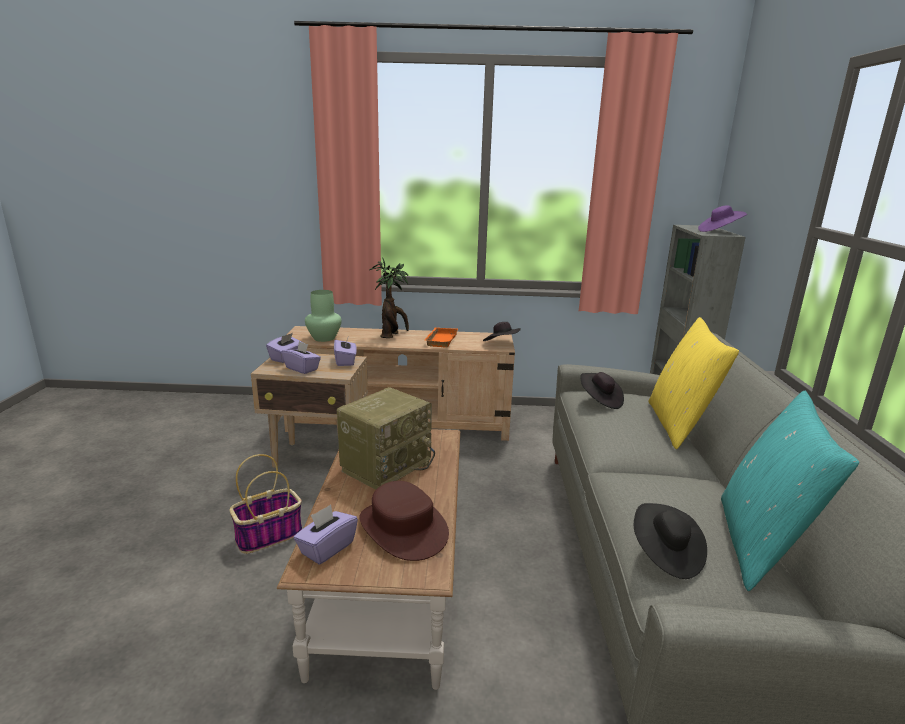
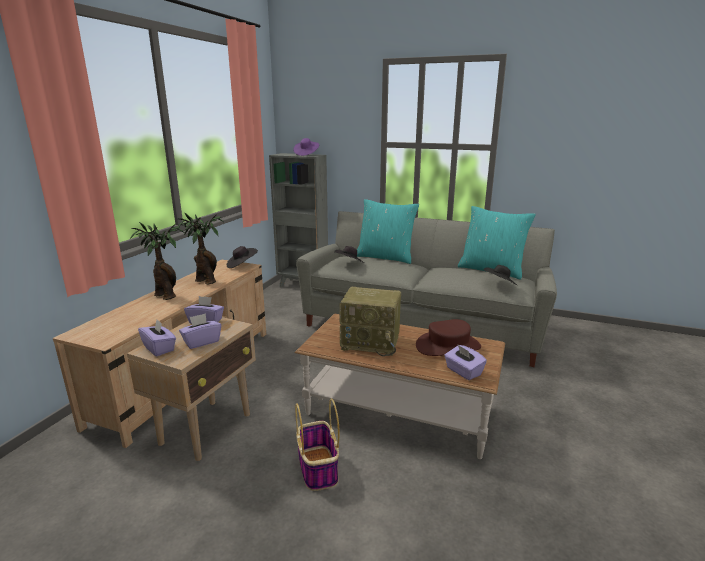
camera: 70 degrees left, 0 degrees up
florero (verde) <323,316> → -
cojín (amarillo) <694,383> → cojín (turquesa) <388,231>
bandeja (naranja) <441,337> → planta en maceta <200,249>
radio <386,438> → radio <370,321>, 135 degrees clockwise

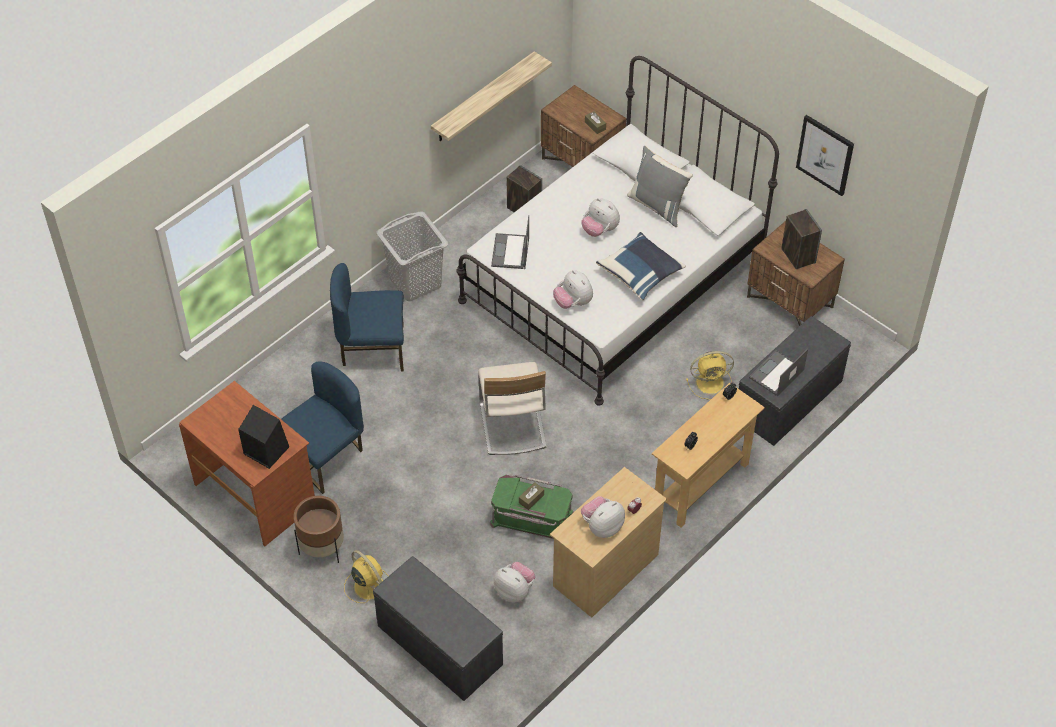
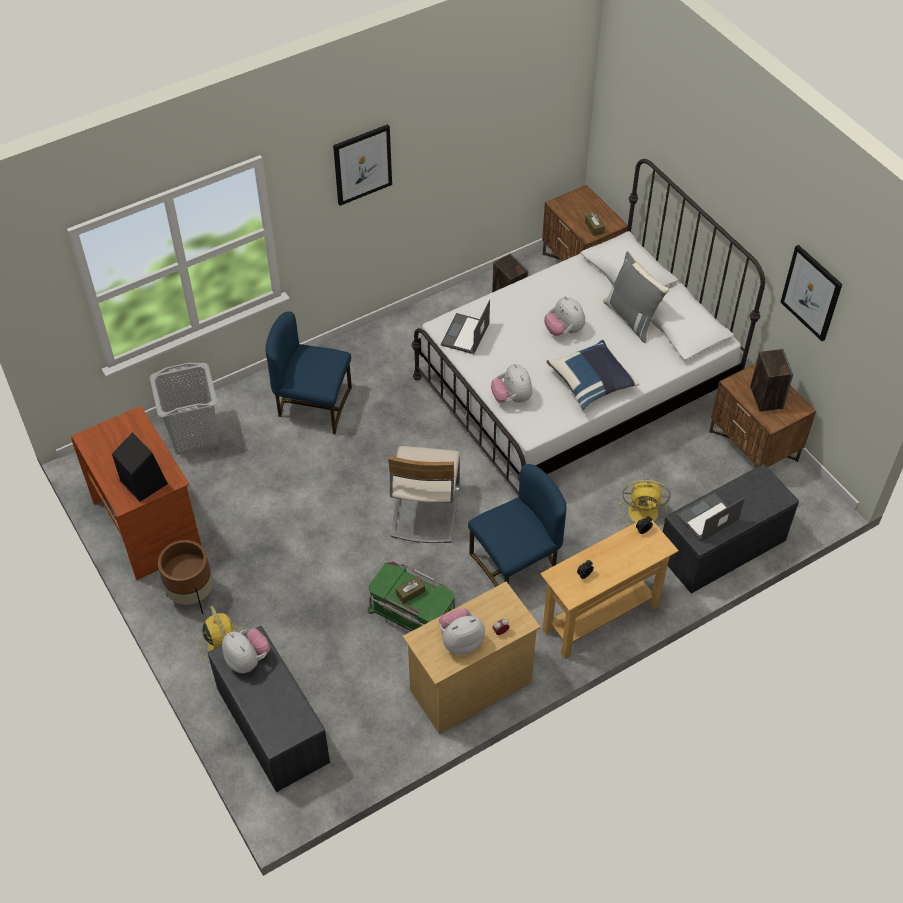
camera: 15 degrees right, 0 degrees up
estante <491,96> → -
cesto de la ropa (gris) <412,256> → cesto de la ropa (gris) <184,409>, move
silla (azul) <322,427> → silla (azul) <517,525>, move
peluche <514,582> → peluche <246,650>, move
- → cuadro <362,165>

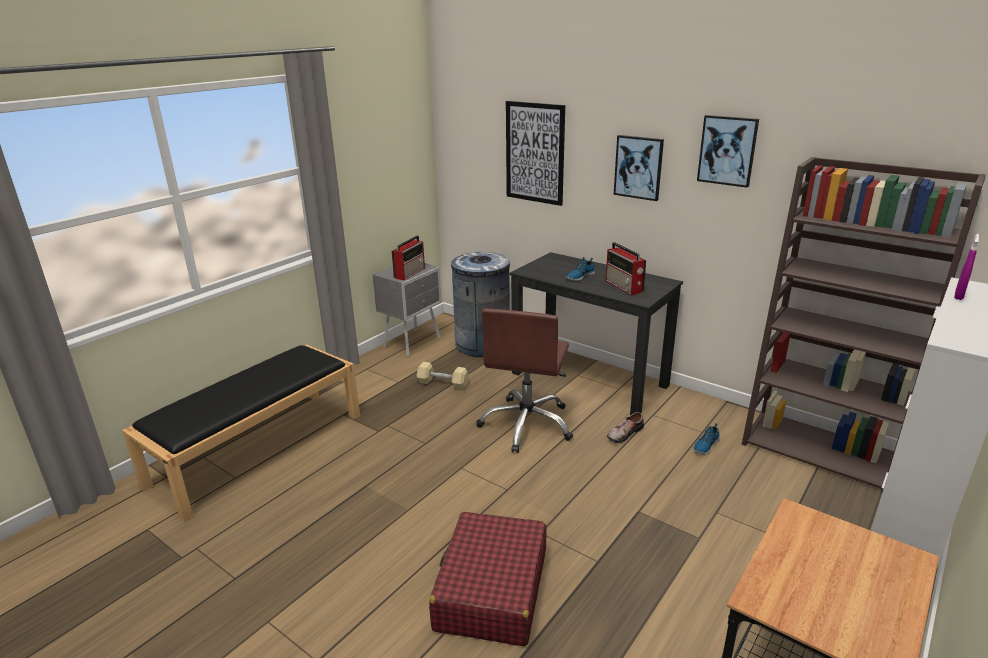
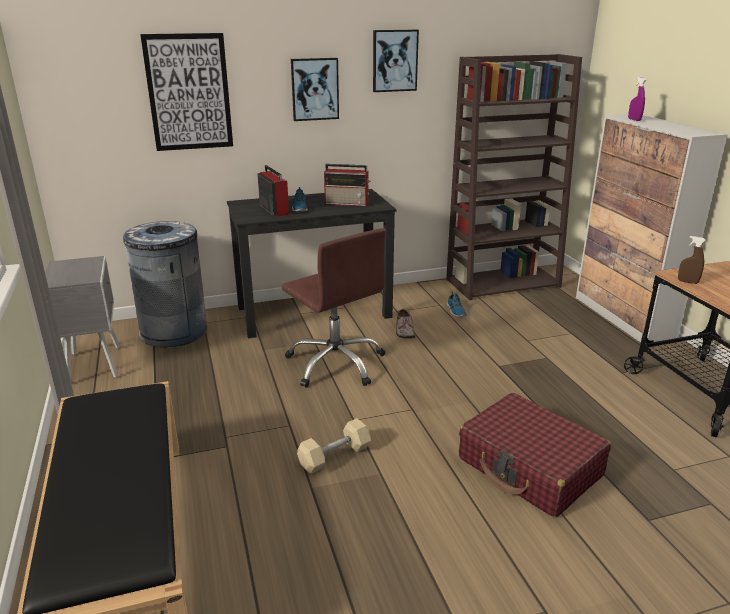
camera: 55 degrees left, 0 degrees up
radio <408,258> → radio <273,190>, move
mancuerna (beis) <443,376> → mancuerna (beis) <334,446>, move
- → pulverizador (marrón) <692,260>

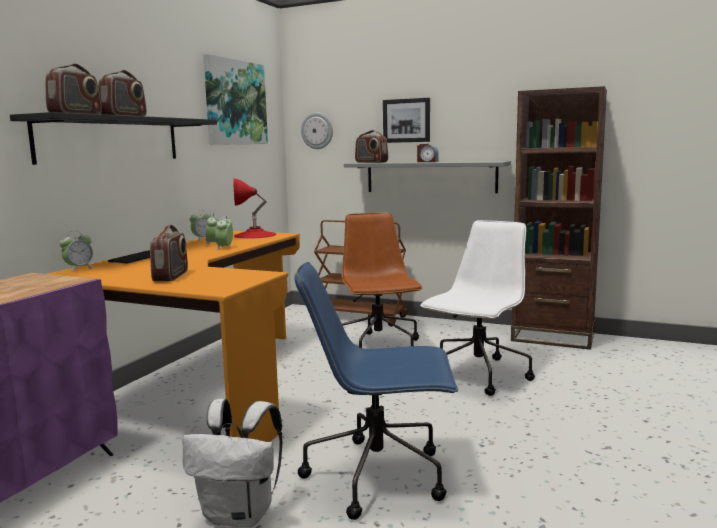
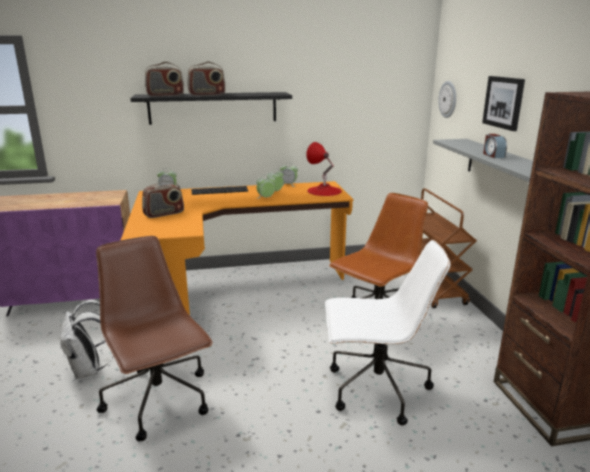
camera: 55 degrees right, 10 degrees up
cuadro <235,99> → -
radio <371,146> → -
silla de oficina (azul) <376,391> → silla de oficina (marrón) <154,338>

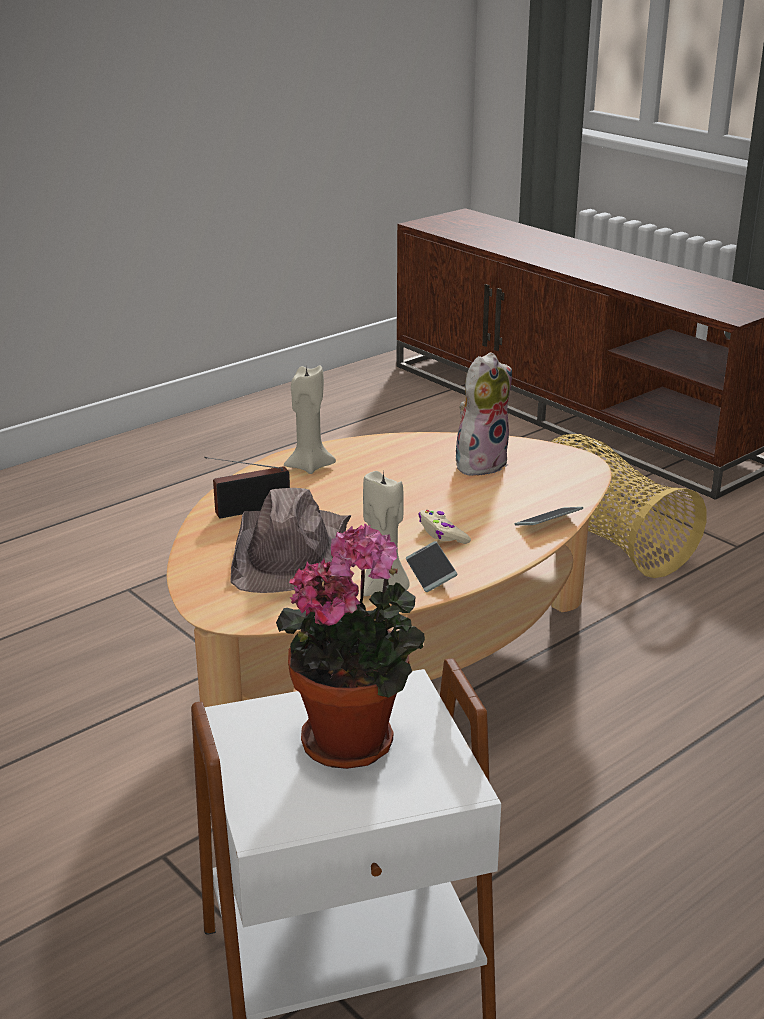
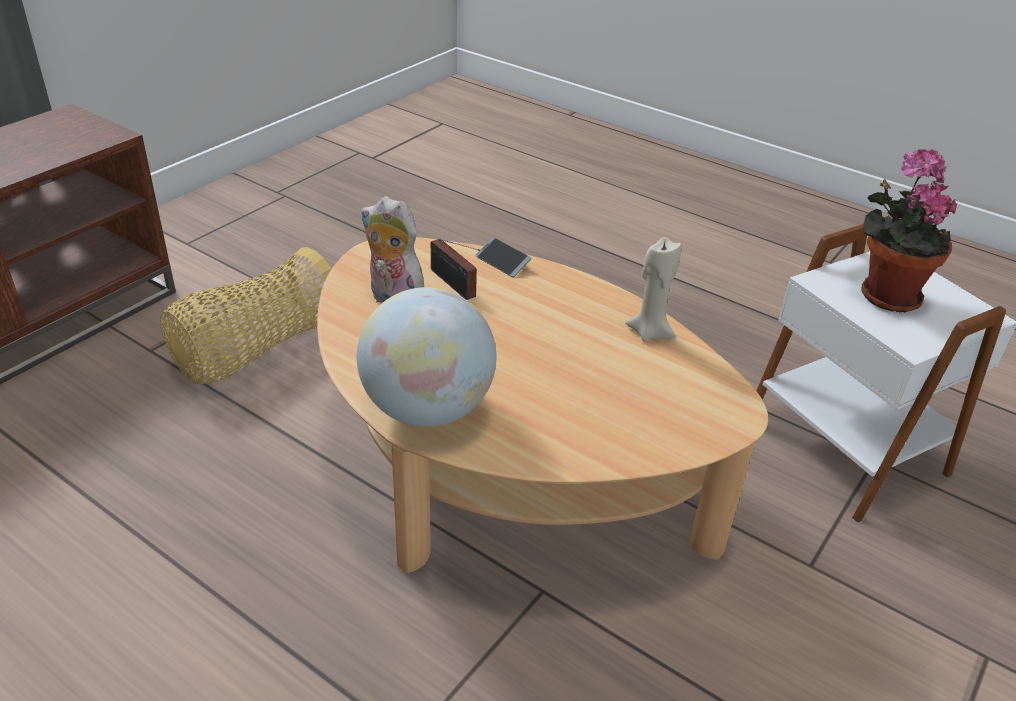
camera: 105 degrees left, 10 degrees up
vela (beis) <310,419> → globo terráqueo <426,357>
radio <247,487> → radio <455,269>, move
sombrero (marrón) <290,540> → -
mando de consola (beis) <444,527> → -
móvil <431,566> → -

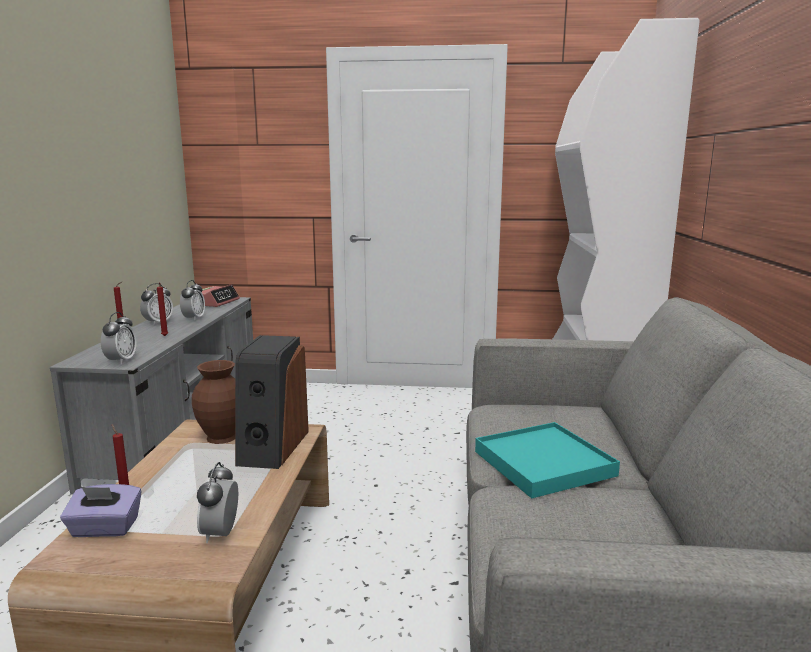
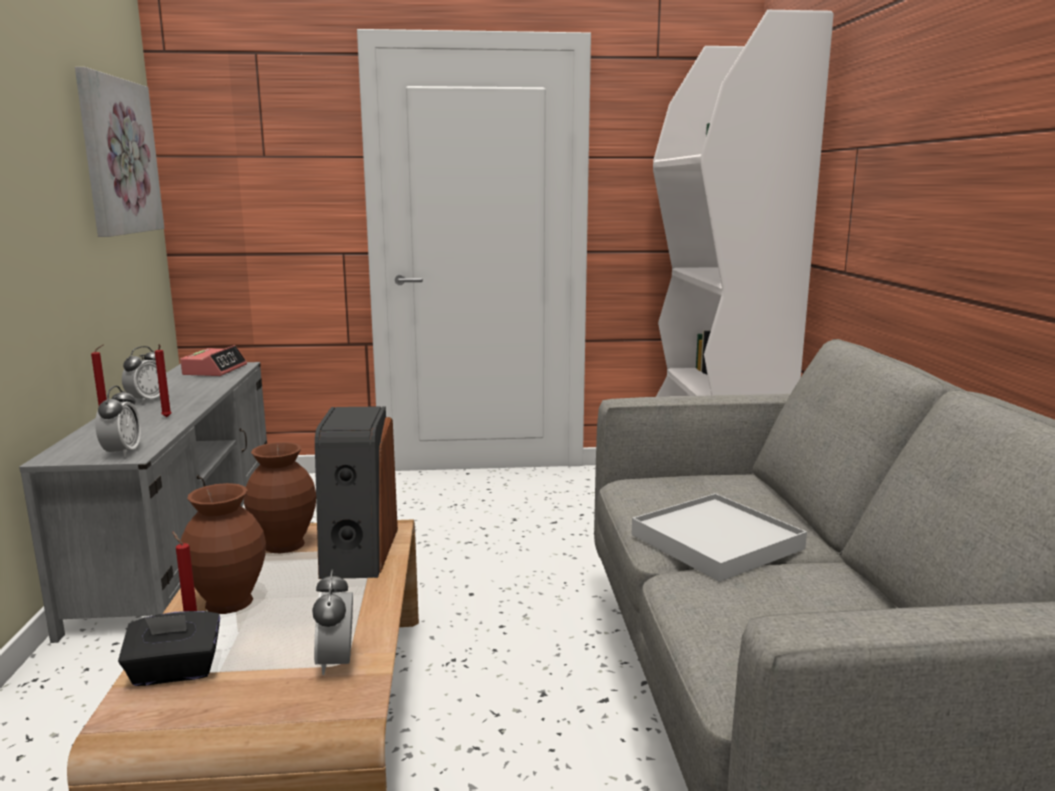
camera: 10 degrees left, 0 degrees up
despertador <192,300> → -
bandeja (turquesa) <547,460> → bandeja (blanco) <719,537>
caja de pañuelos (morado) <101,510> → caja de pañuelos (negro) <169,648>
- → cuadro <119,152>
- → florero (marrón) <223,548>

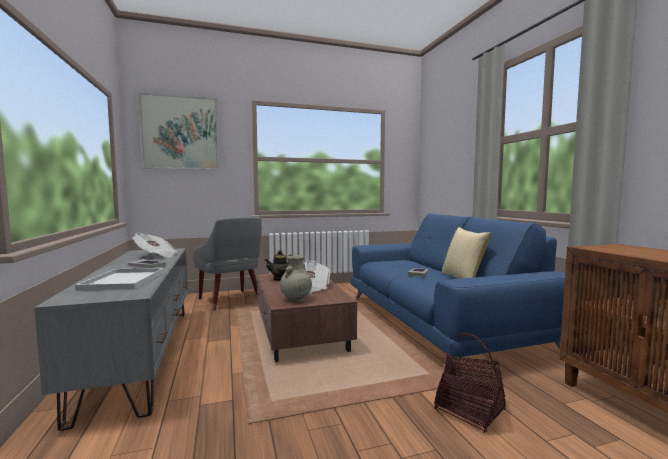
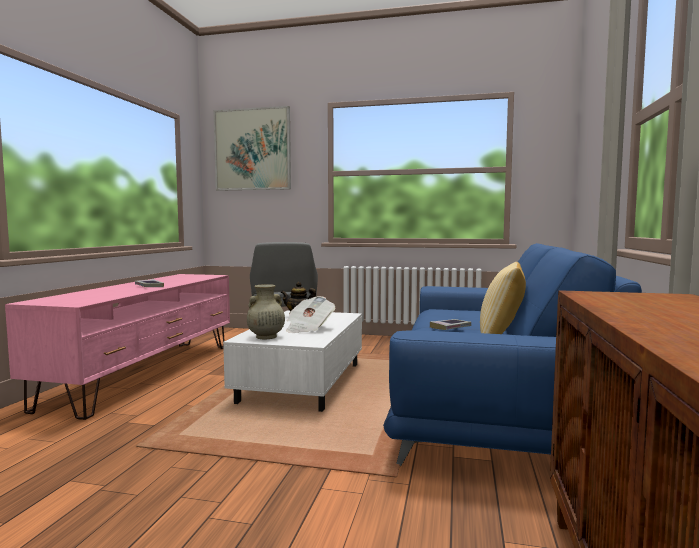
camera: 30 degrees right, 0 degrees up
periódico <154,245> → -
mueble de televisión (gris) <111,339> → mueble de televisión (rosa) <117,347>
bandeja (blanco) <119,279> → -
mesa de centro (marrón) <307,318> → mesa de centro (blanco) <292,361>
cesta <470,383> → -

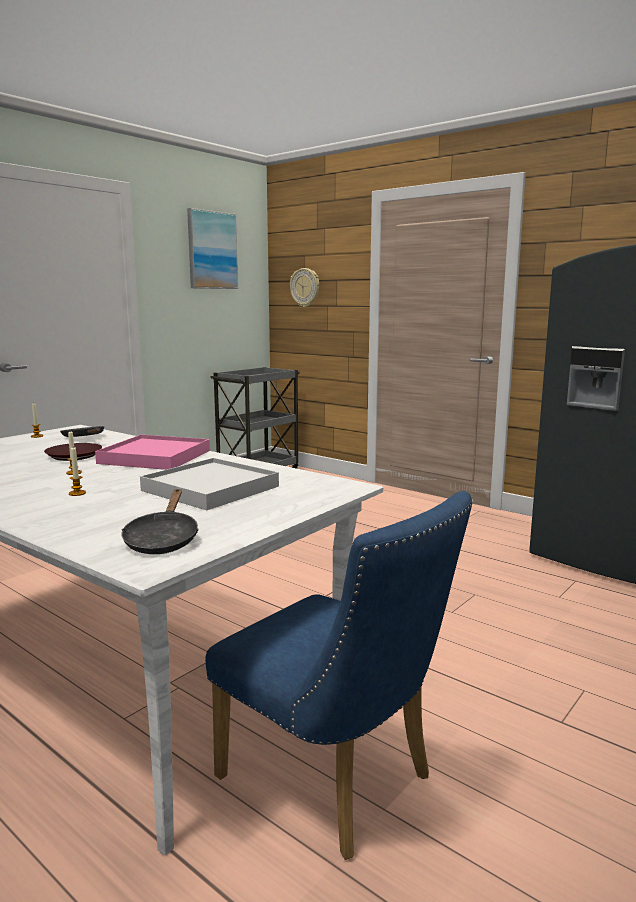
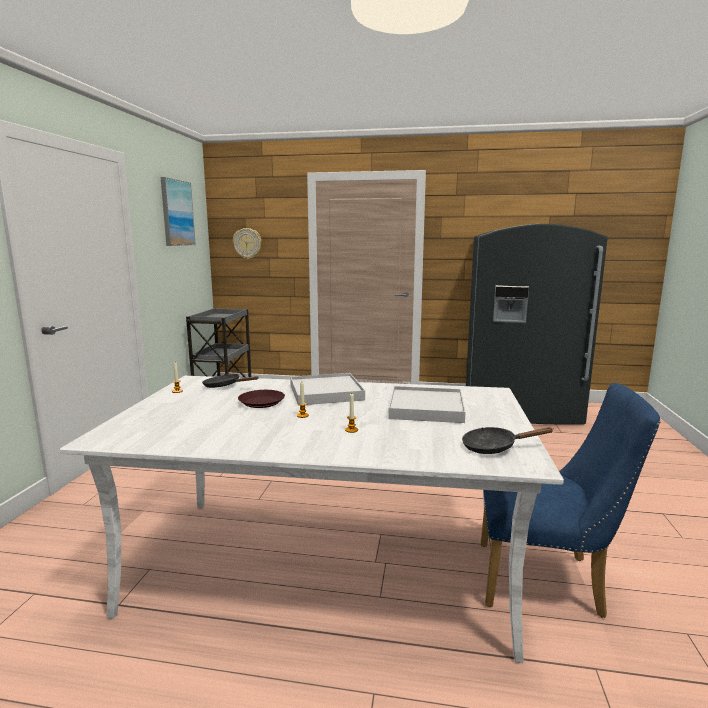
camera: 30 degrees left, 0 degrees up
bandeja (rosa) <152,452> → bandeja (blanco) <327,389>
sartén (negro) <160,521> → sartén (negro) <508,440>, 120 degrees clockwise

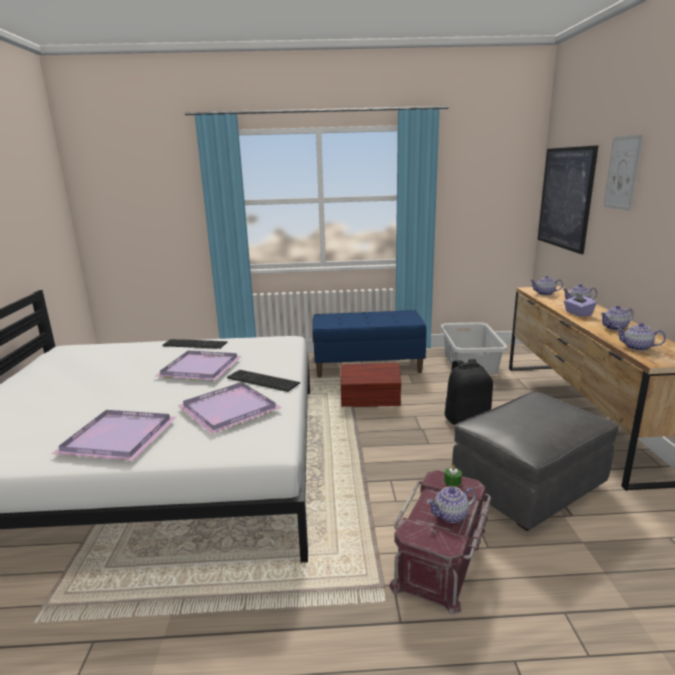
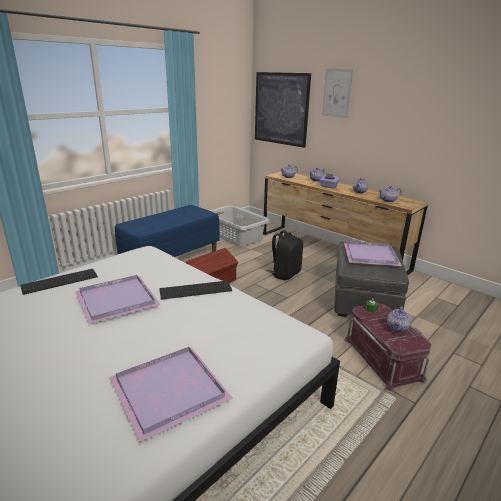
camera: 45 degrees left, 5 degrees up
bandeja (morado) <229,408> → bandeja (morado) <373,253>, move

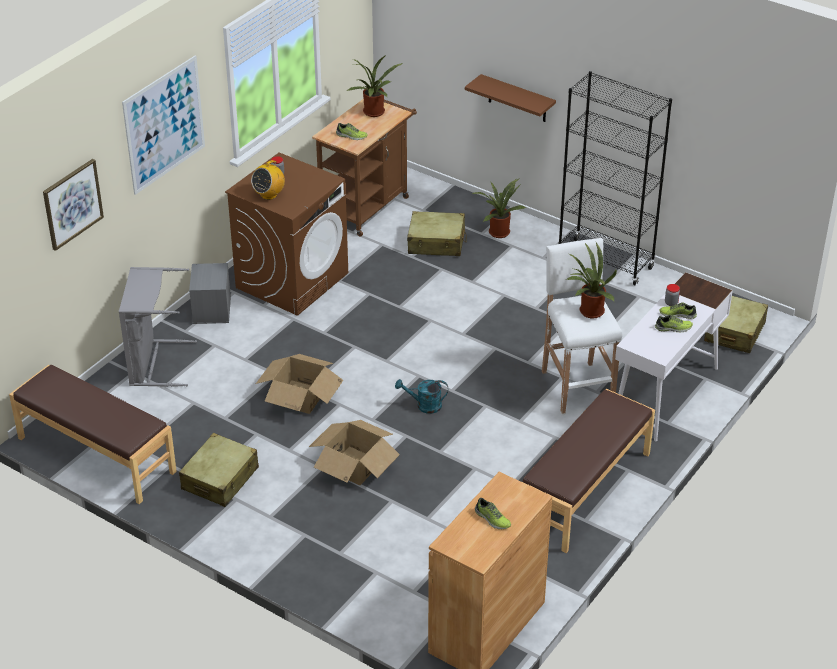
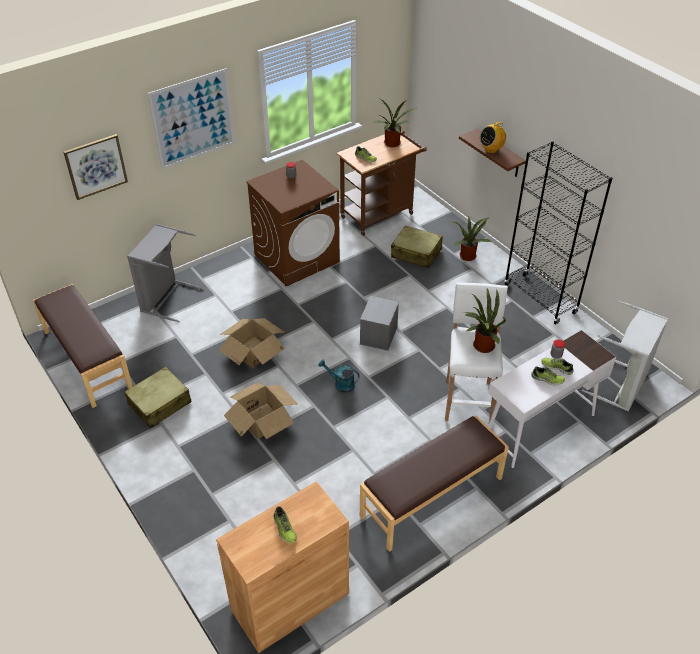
camera: 20 degrees right, 5 degrees up
radio <268,180> → radio <493,137>, move
caja de almacenaje (gris) <210,293> → caja de almacenaje (gris) <379,323>, move
maleta (beis) <736,324> → cesto de la ropa (gris) <625,356>

